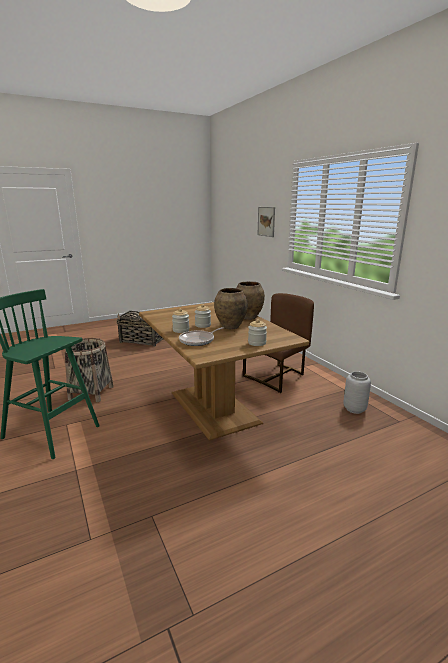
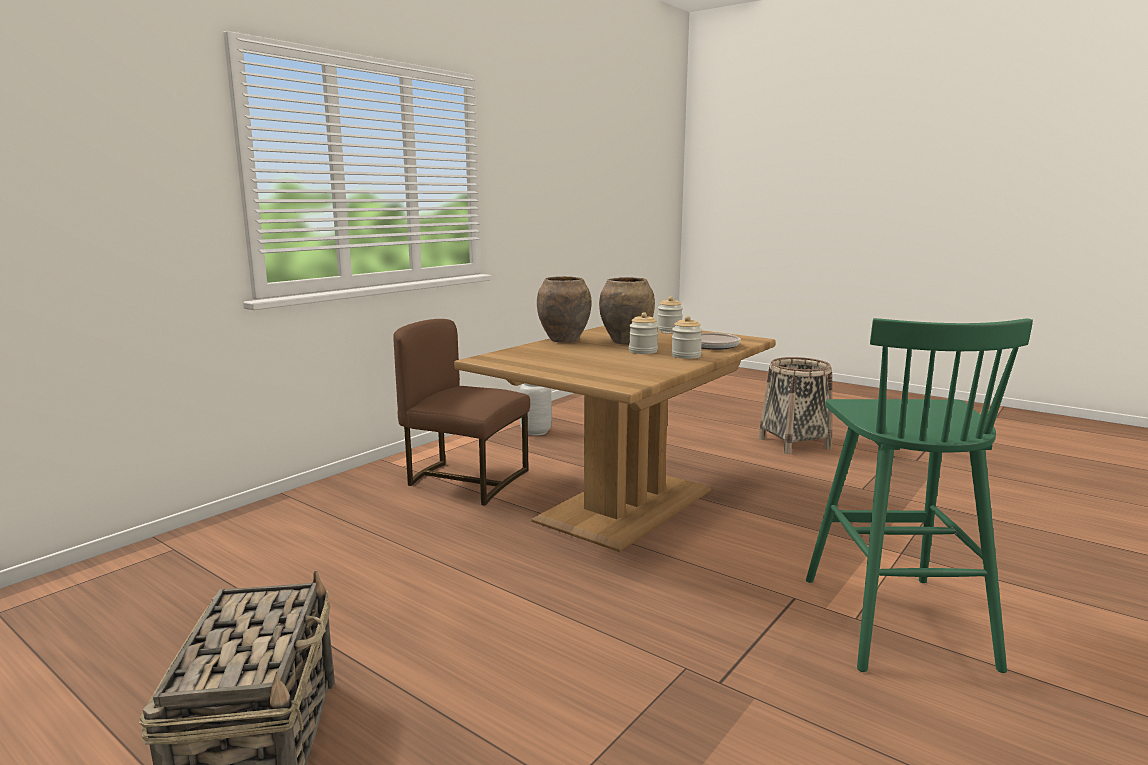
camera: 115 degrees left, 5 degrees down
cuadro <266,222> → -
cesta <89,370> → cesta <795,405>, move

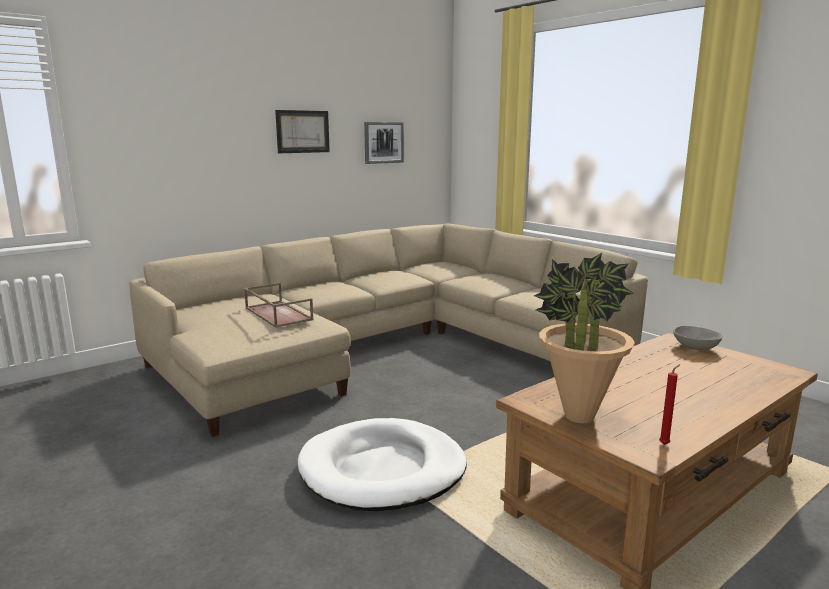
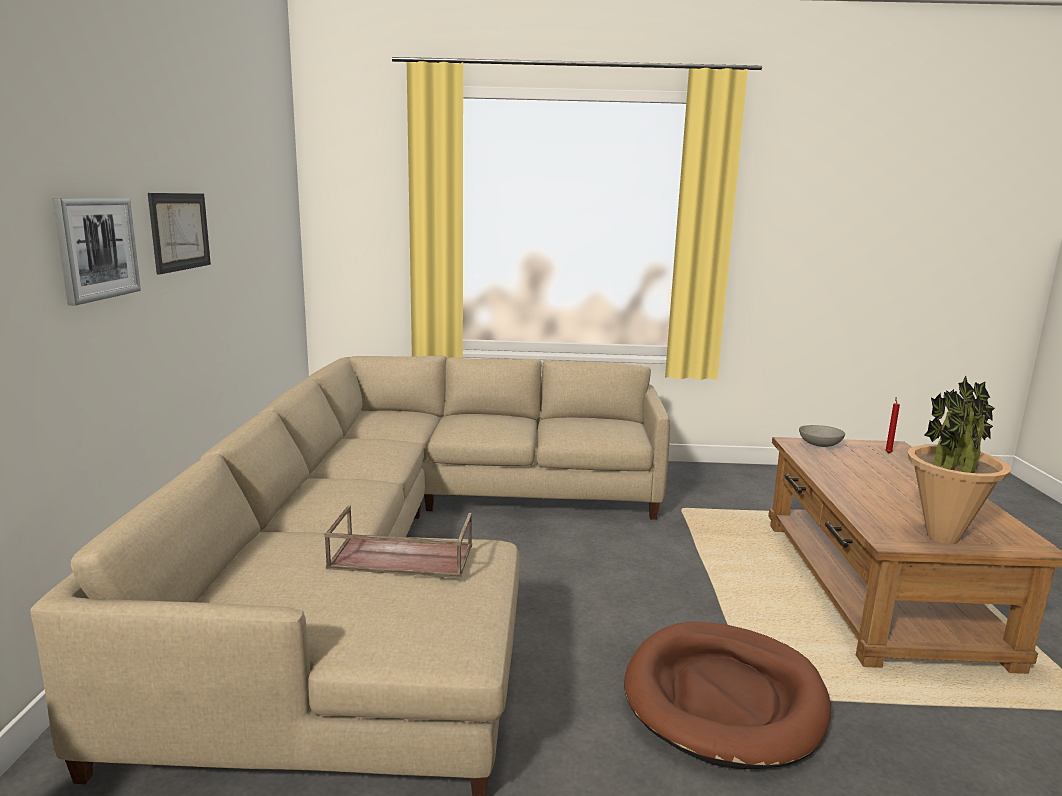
camera: 50 degrees left, 0 degrees up
cuadro <384,143> → cuadro <96,251>, move
vela (rojo) <669,404> → vela (rojo) <892,425>, move
cama para perro (blanco) <382,464> → cama para perro (marrón) <727,695>

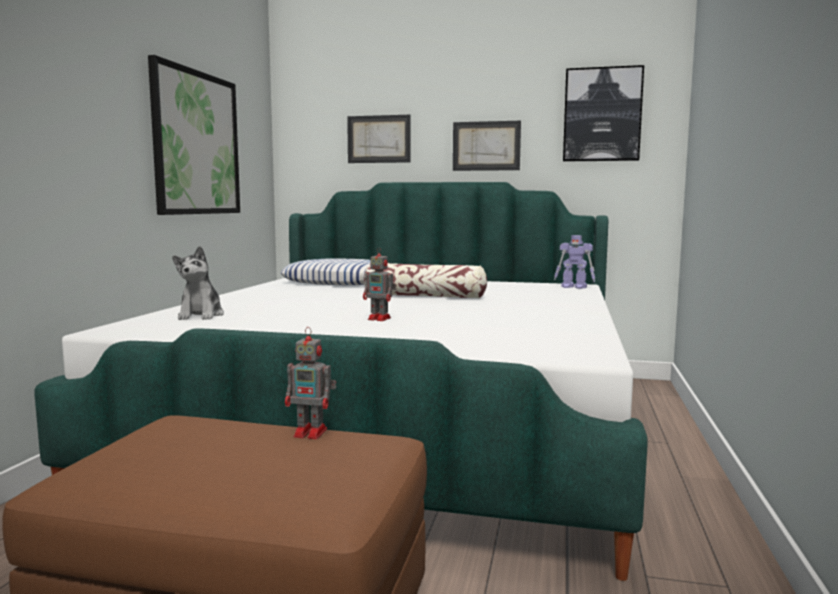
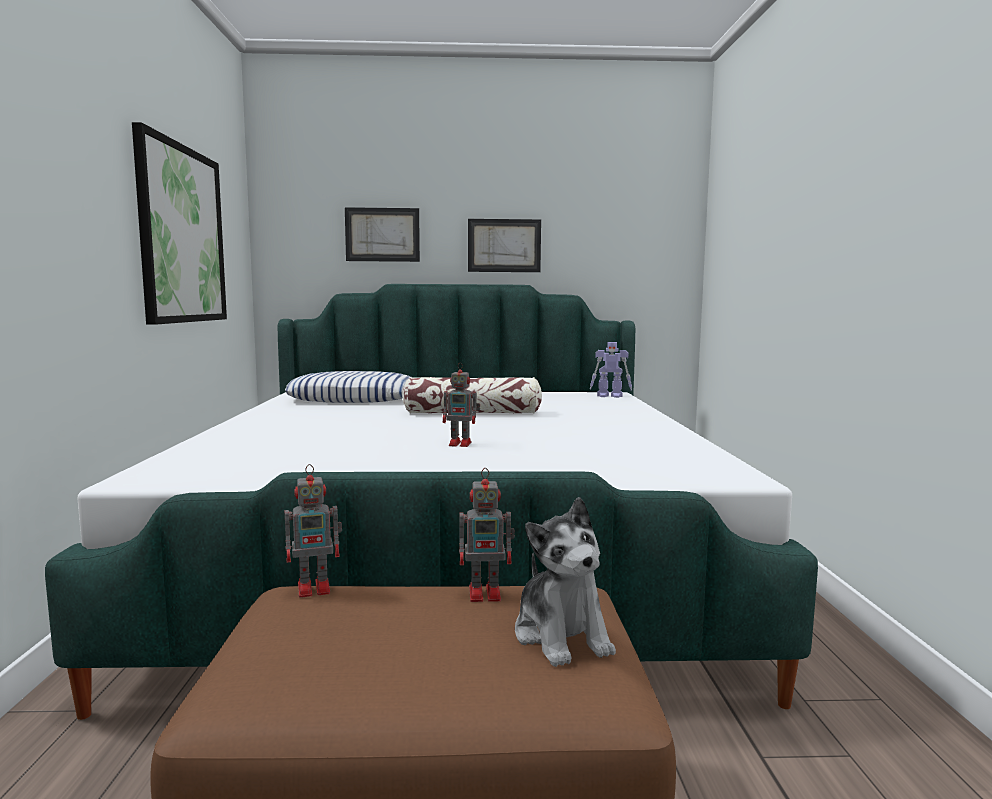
camera: 15 degrees left, 0 degrees up
cuadro <603,113> → -
peluche <198,283> → peluche <565,582>, move
- → robot de juguete <313,531>

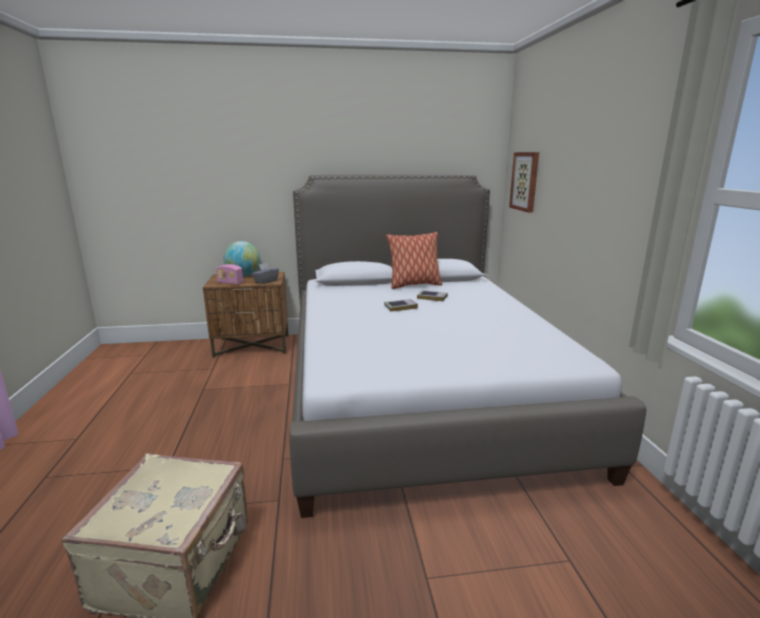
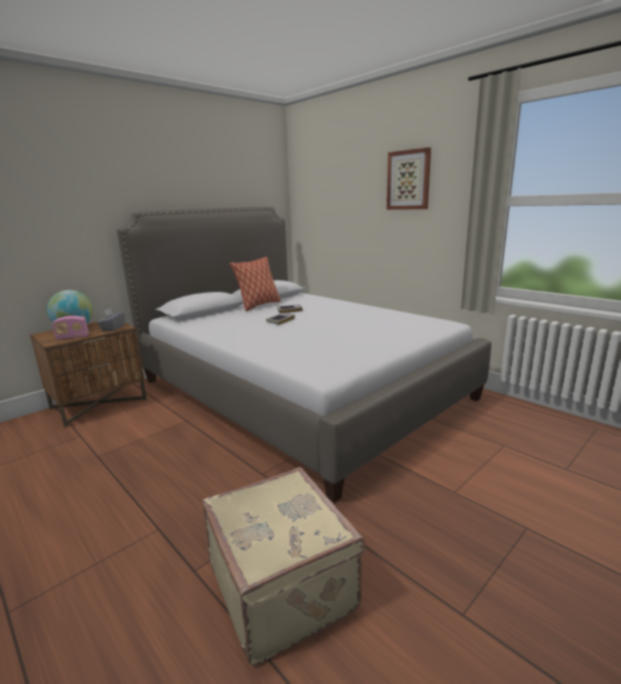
camera: 35 degrees left, 0 degrees up
cuadro <524,182> → cuadro <409,178>, move

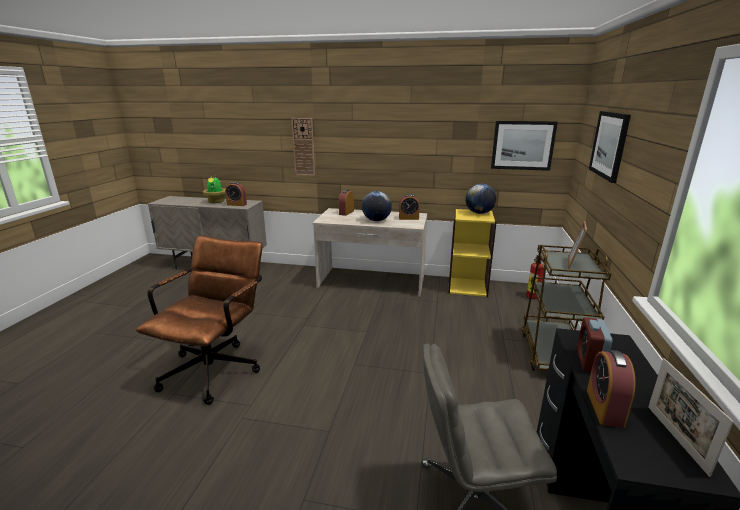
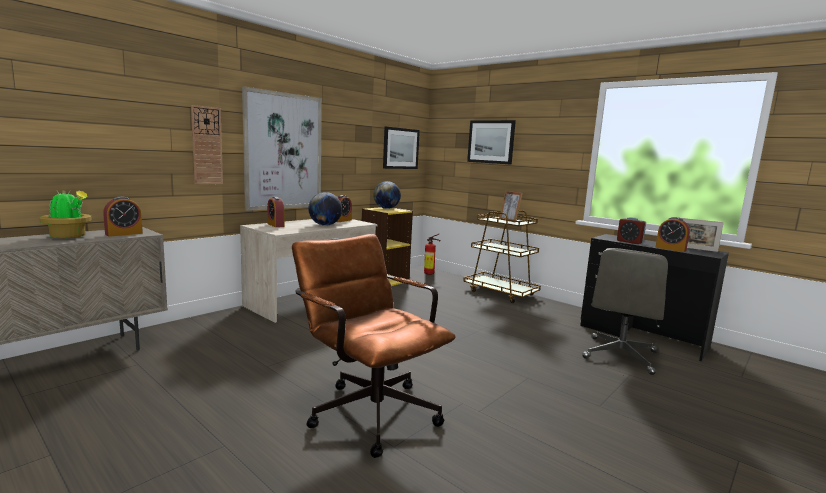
camera: 60 degrees left, 10 degrees down
- → cuadro <282,148>

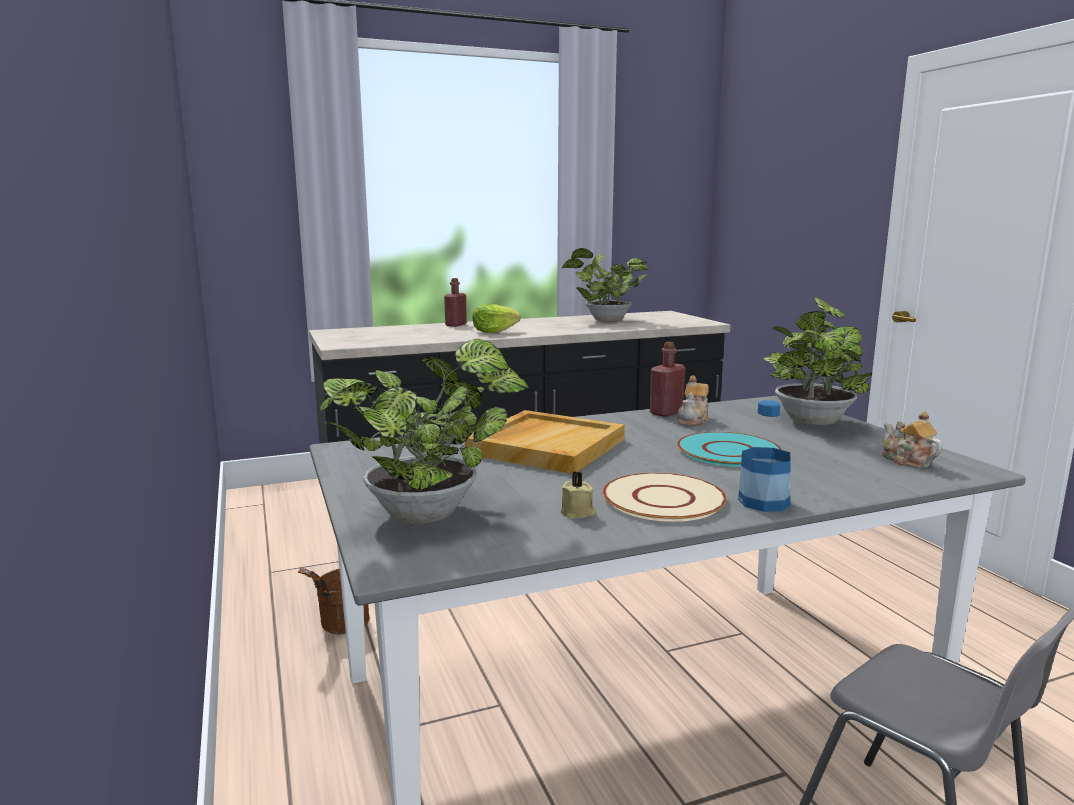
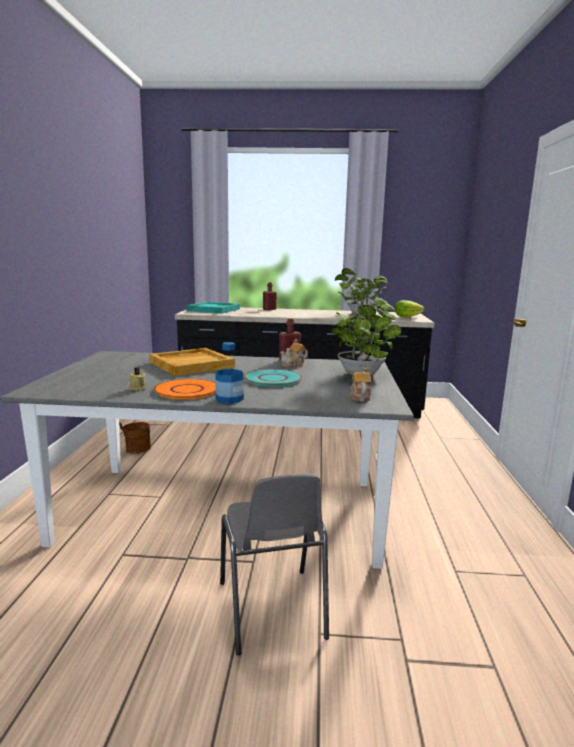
camera: 25 degrees right, 0 degrees up
lechuga <496,318> → lechuga <409,308>, move
planta en maceta <424,431> → -
plato (beis) <664,497> → plato (naranja) <185,389>
- → bandeja (turquesa) <213,308>

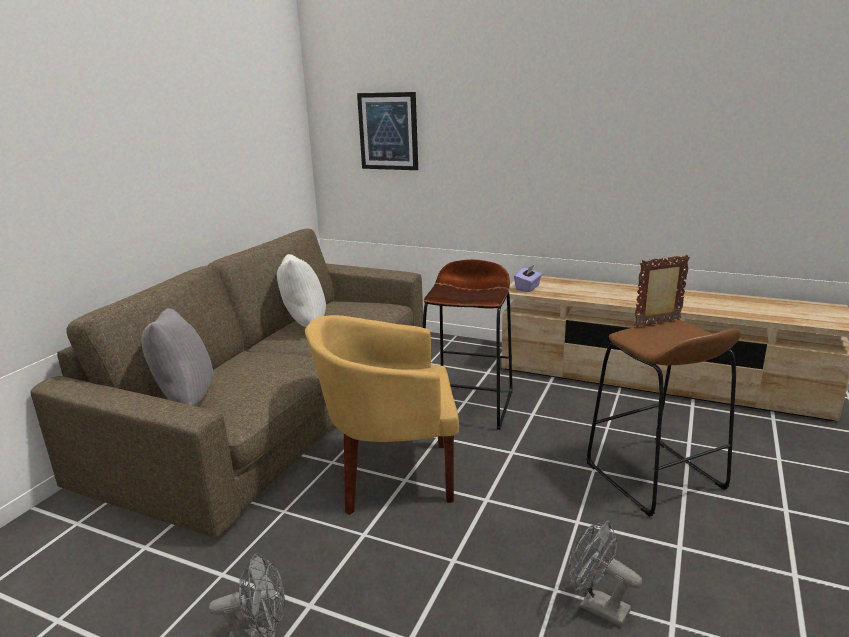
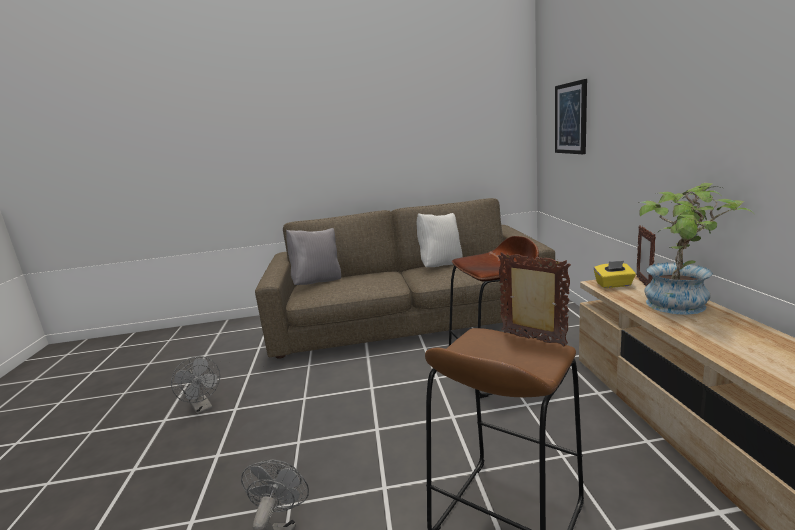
camera: 60 degrees right, 5 degrees down
caja de pañuelos (morado) <528,278> → caja de pañuelos (amarillo) <615,274>
sillón (amarillo) <382,415> → -
- → planta en maceta <696,249>
- → portarretratos <646,255>

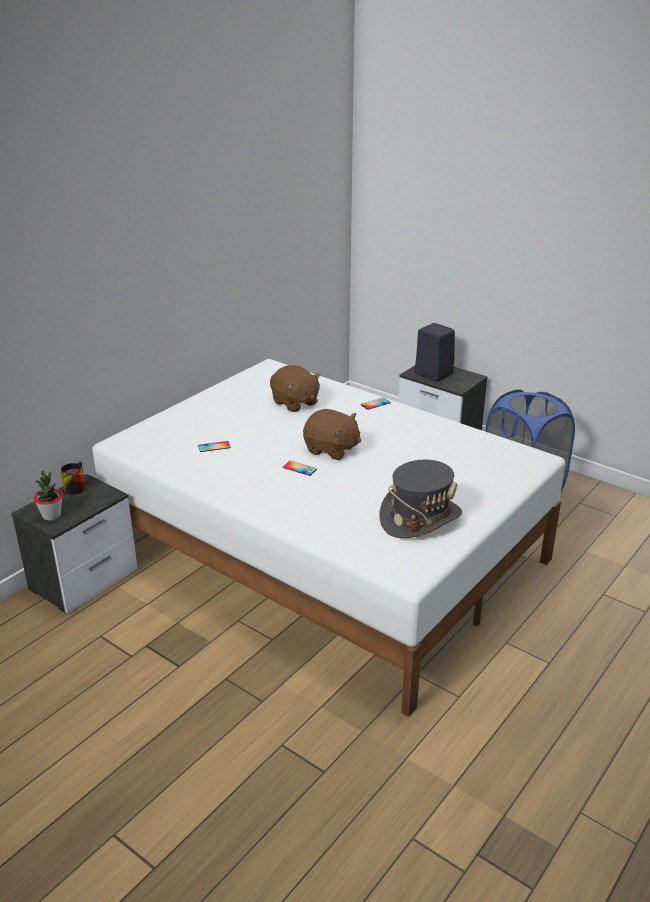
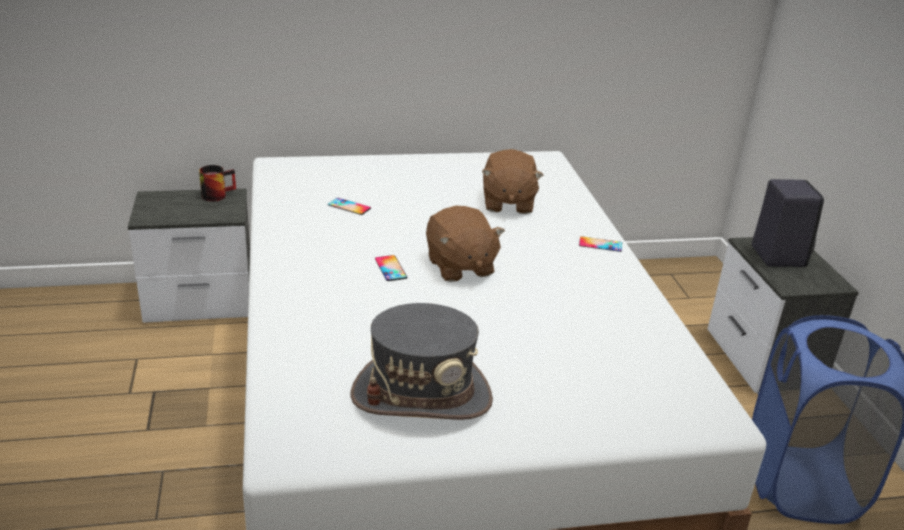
camera: 40 degrees right, 0 degrees up
planta en maceta <48,495> → -

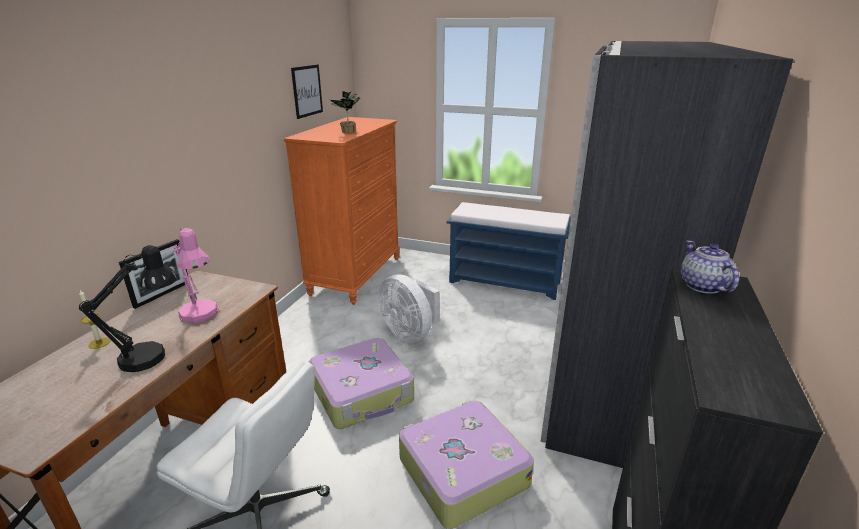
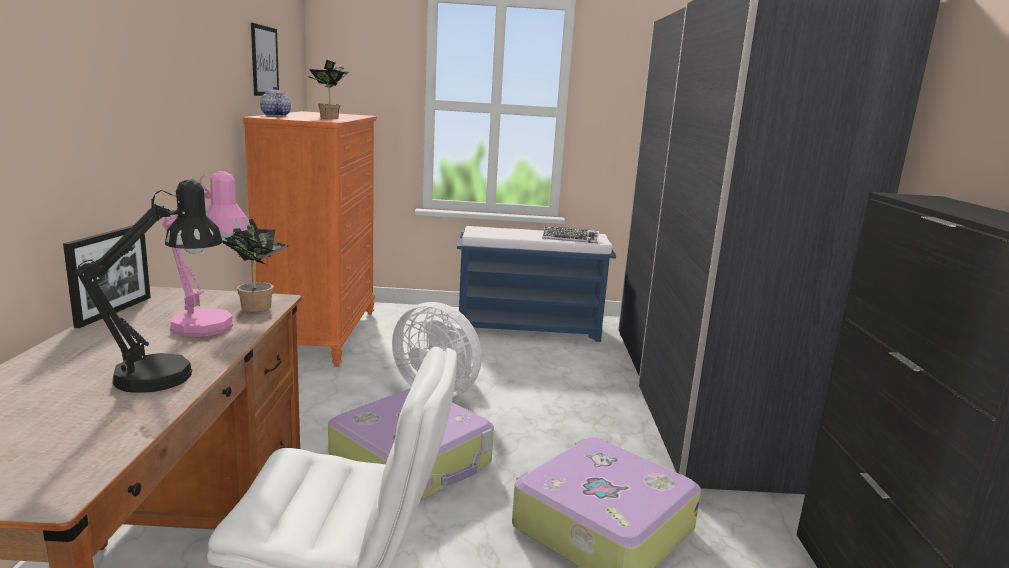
camera: 20 degrees left, 10 degrees down
tetera <710,267> → tetera <275,101>, move
vela <94,319> → -
- → planta en maceta <255,265>
- → teclado <570,234>

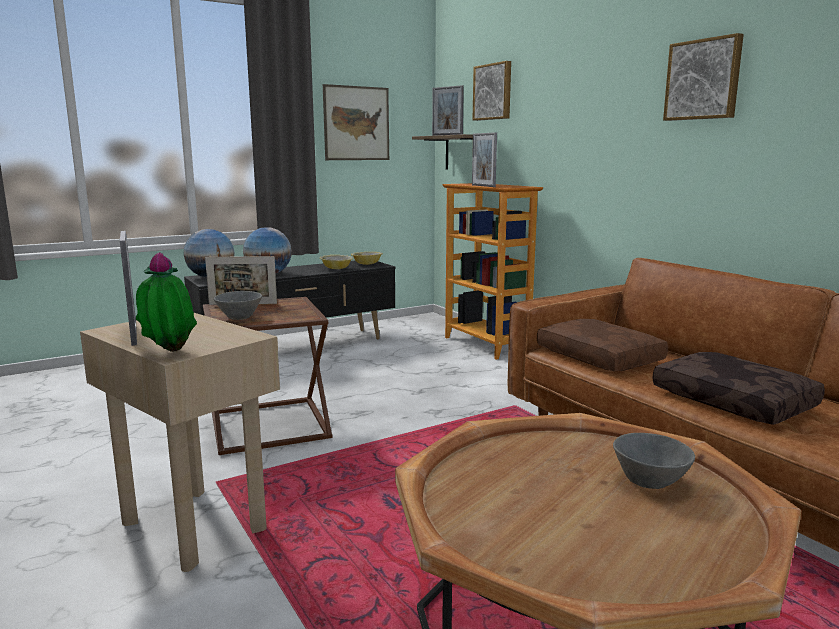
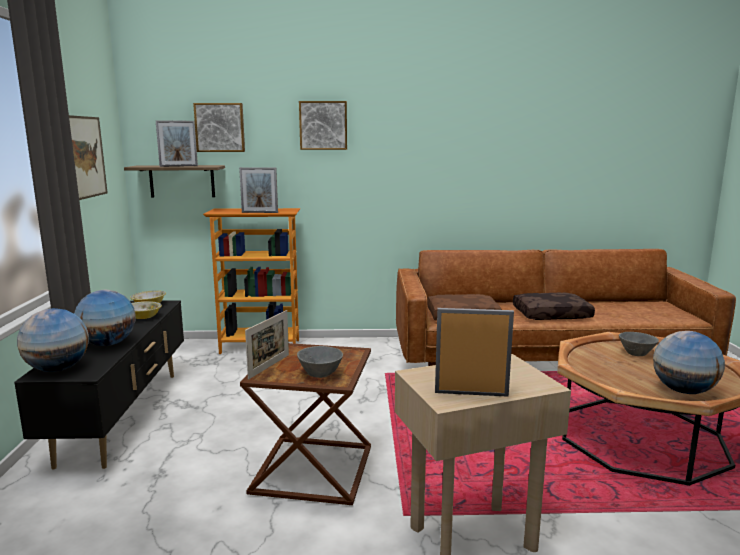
camera: 60 degrees left, 0 degrees up
cuadro <703,77> → cuadro <323,125>, move
planta en maceta <166,302> → -
- → globo terráqueo <689,362>

